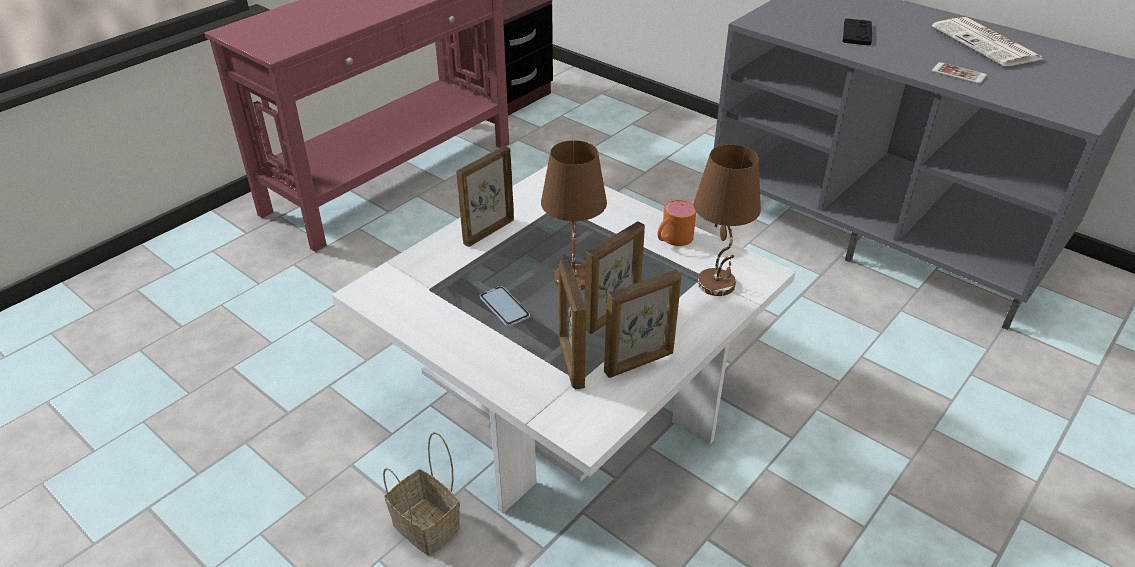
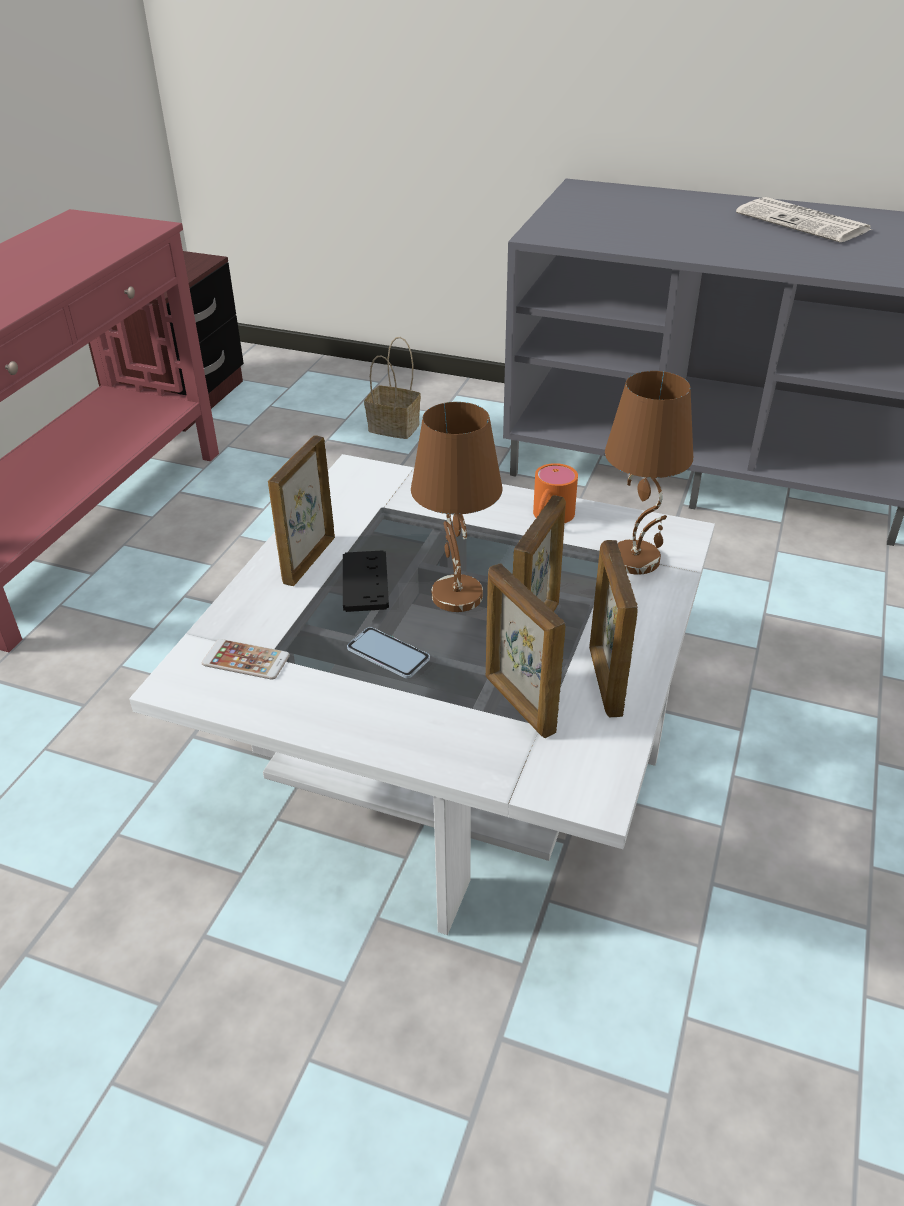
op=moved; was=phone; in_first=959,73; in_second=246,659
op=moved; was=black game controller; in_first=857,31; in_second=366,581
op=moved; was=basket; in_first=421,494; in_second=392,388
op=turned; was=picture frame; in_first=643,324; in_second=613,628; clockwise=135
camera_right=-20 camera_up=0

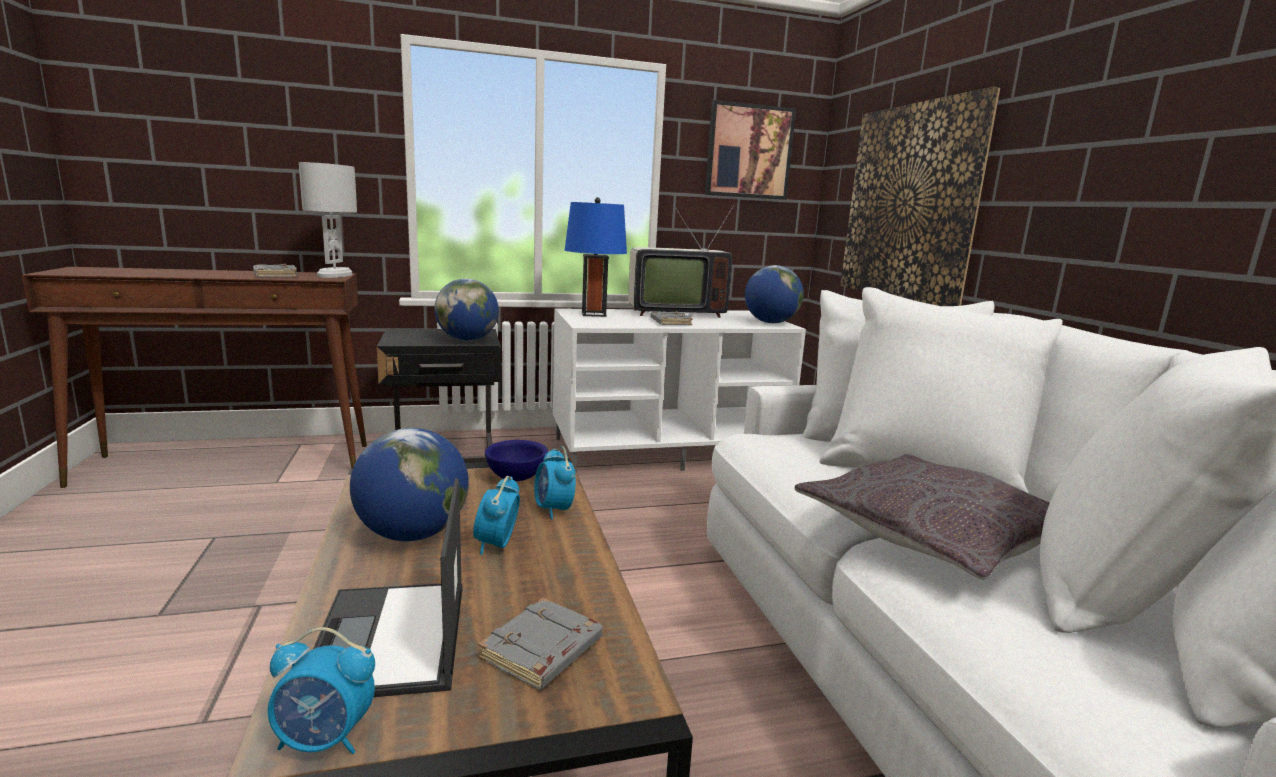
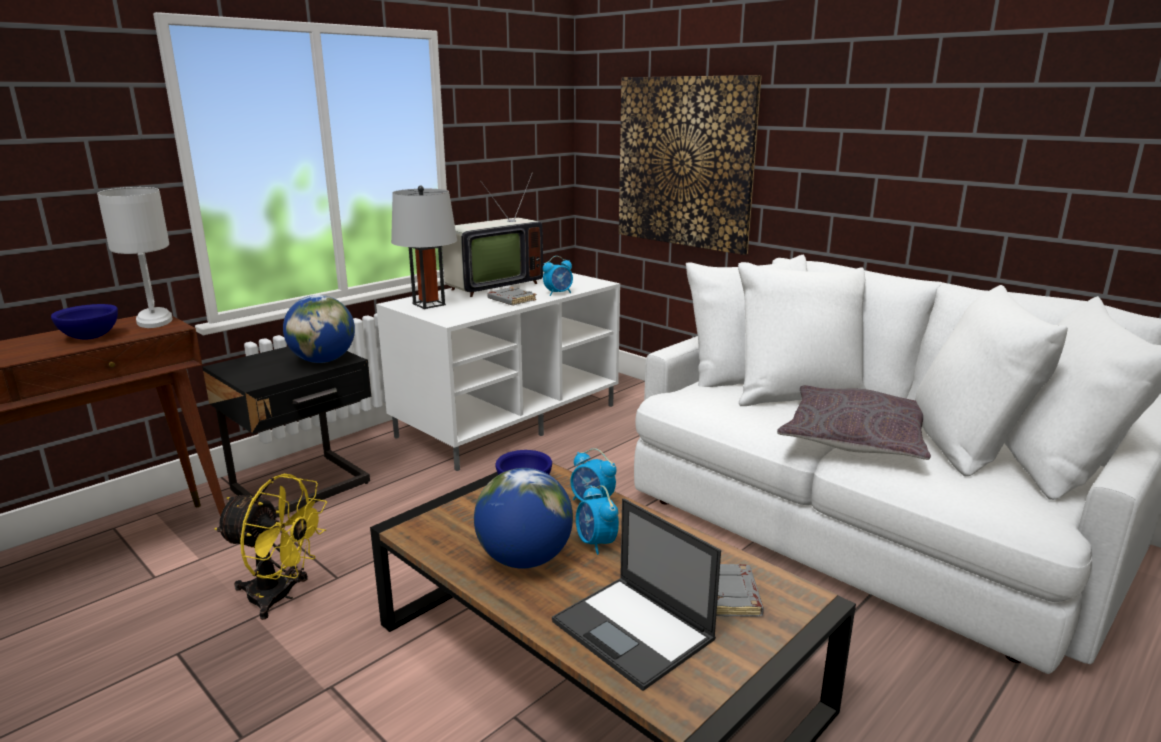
op=replaced; was=grey book; now=blue bowl; in_first=275,270; in_second=84,322
op=added; now=yellow fan; in_second=270,547
op=recoloured; was=blue table lamp; now=grey table lamp; in_first=596,257; in_second=424,247
op=moved; was=alarm clock; in_first=321,690; in_second=558,276
op=removed; was=picture; in_first=750,150
op=removed; was=globe; in_first=774,294
camera_right=-30 camera_up=5

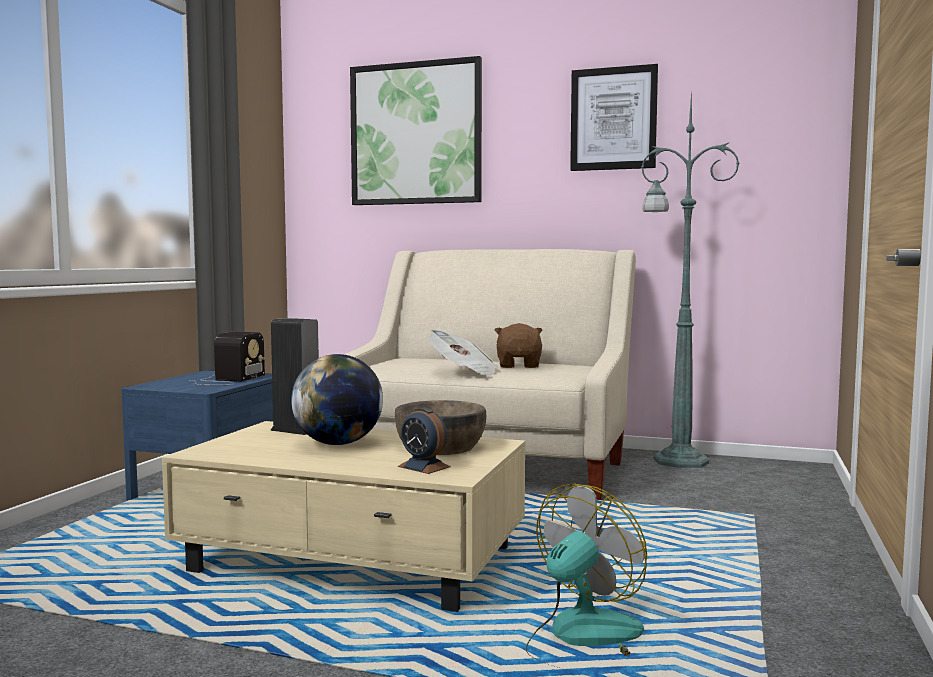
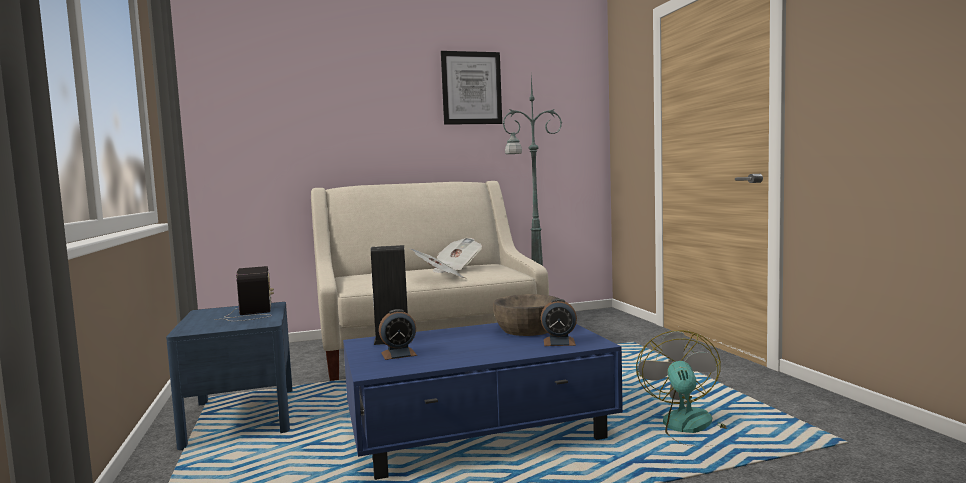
op=recoloured; was=beige coffee table; now=blue coffee table; in_first=343,516; in_second=483,401
op=added; now=alarm clock; in_second=398,334
op=replaced; was=brown plush toy; now=newspaper; in_first=518,345; in_second=457,255
op=removed; was=globe; in_first=337,399
op=removed; was=picture; in_first=416,130
camera_right=-35 camera_up=0

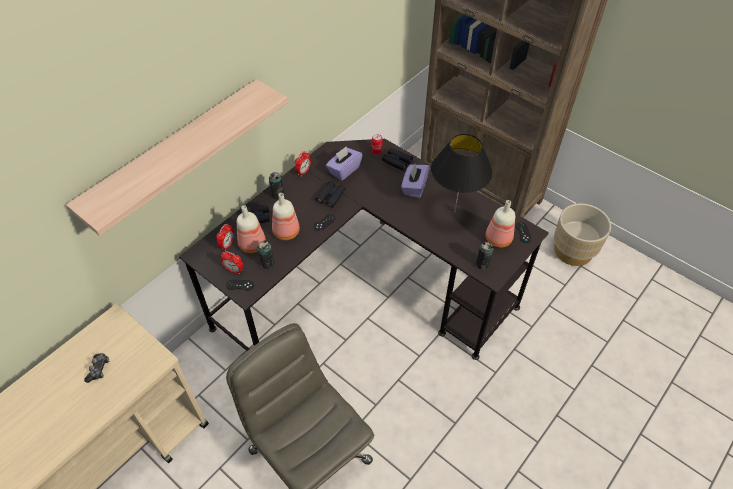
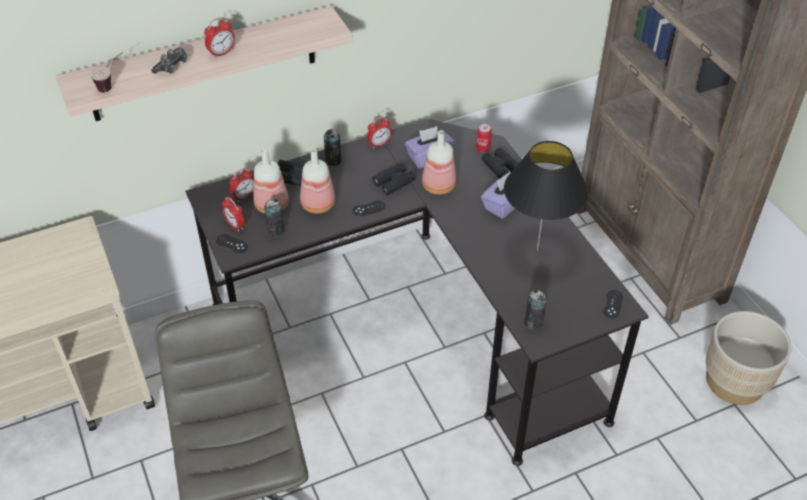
op=added; now=cup; in_second=106,72
op=moved; was=game controller; in_first=96,368; in_second=169,61
op=added; now=alarm clock; in_second=219,38
op=moved; was=bottle; in_first=500,224; in_second=439,162
camera_right=25 camera_up=-5

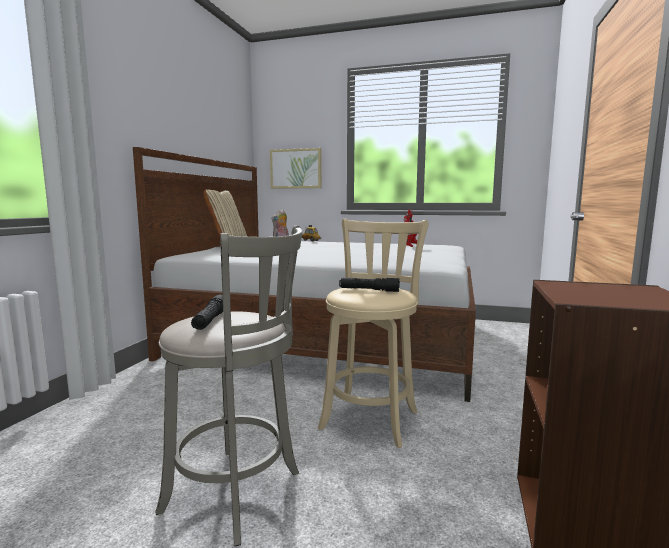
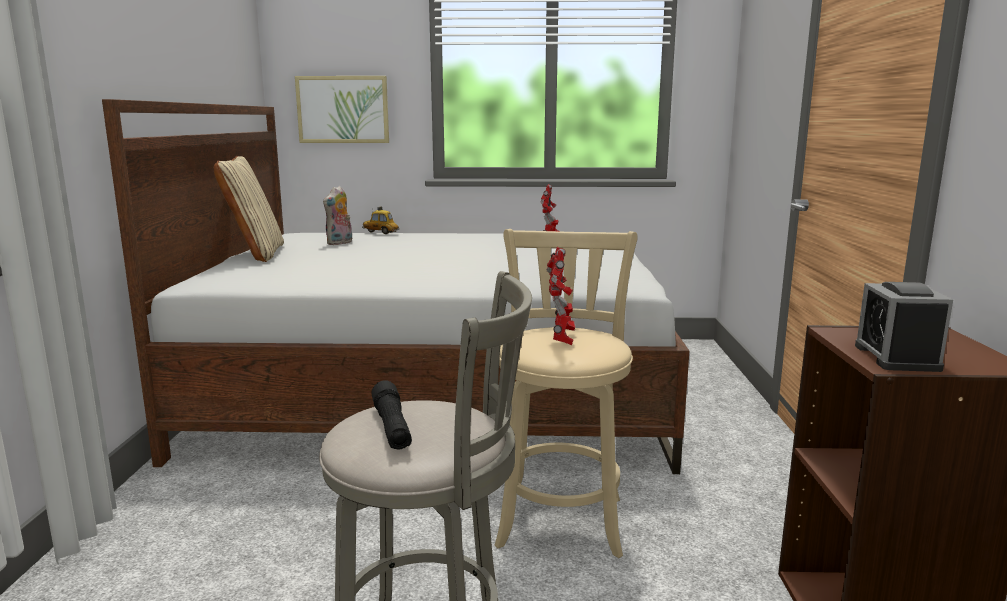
op=replaced; was=black flashlight; now=toy robot; in_first=369,285; in_second=560,296
op=added; now=alarm clock; in_second=904,327
camera_right=-15 camera_up=5

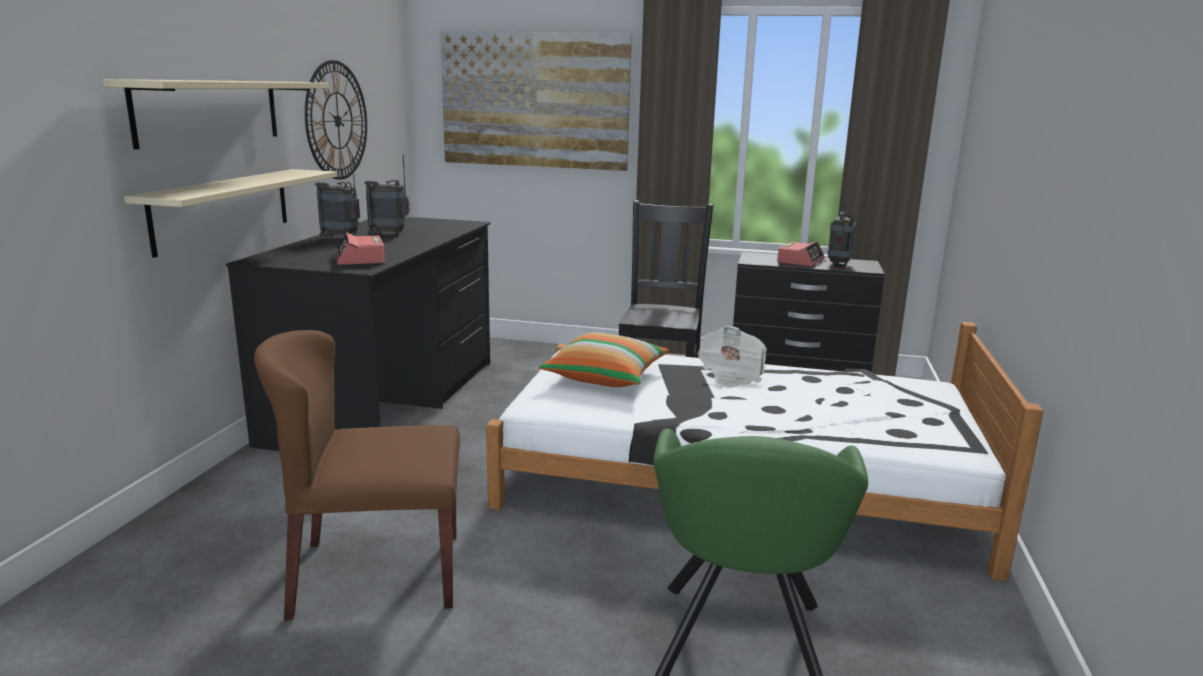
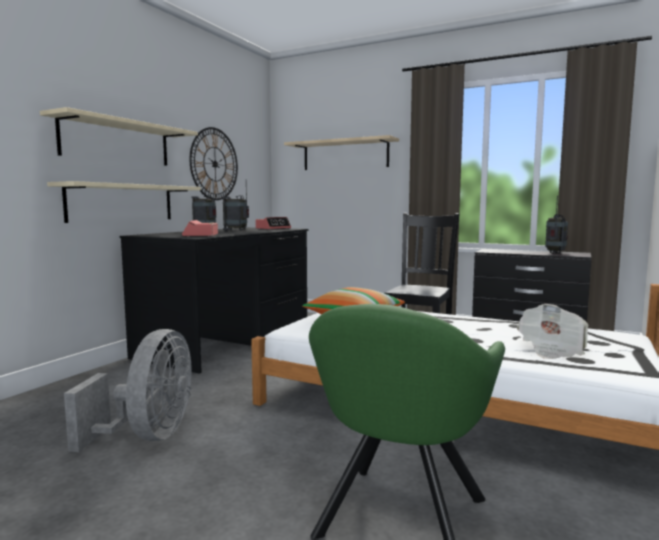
op=replaced; was=brown chair; now=grey fan; in_first=357,475; in_second=128,390
op=moved; was=alarm clock; in_first=801,253; in_second=273,223
op=replaced; was=picture; now=beige shelf; in_first=536,101; in_second=341,152
op=moved; was=newspaper; in_first=732,357; in_second=552,331
camera_right=15 camera_up=-10

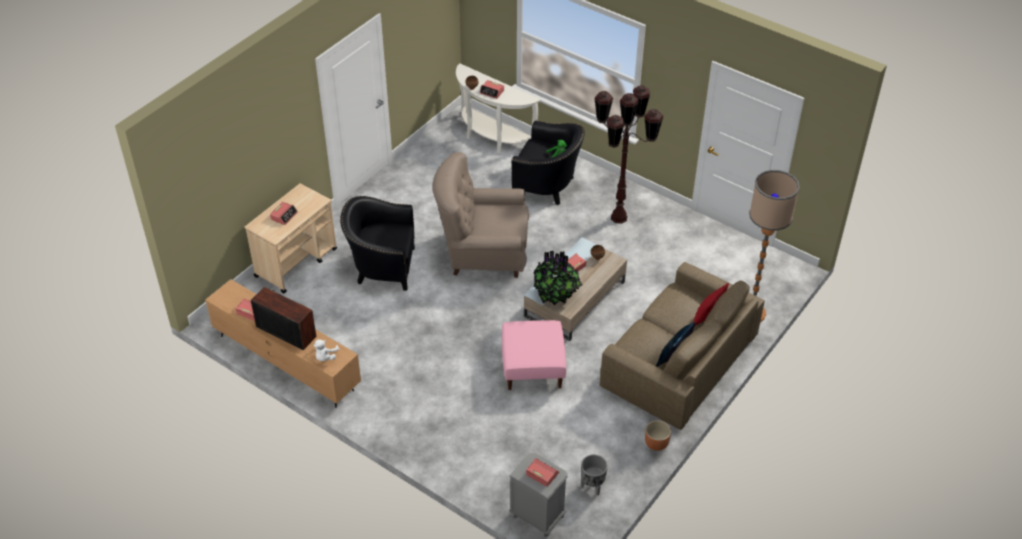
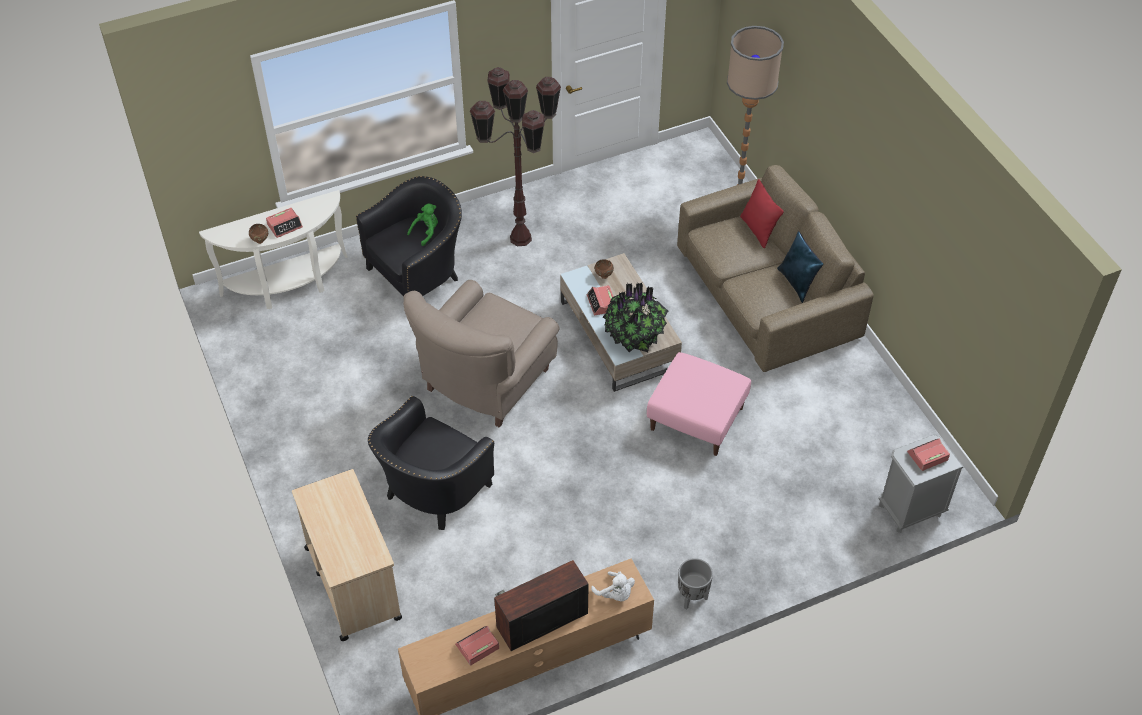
op=moved; was=grey planter; in_first=594,475; in_second=695,584
op=removed; was=alarm clock; in_first=284,213
op=removed; was=brown planter; in_first=658,435
camera_right=-60 camera_up=5

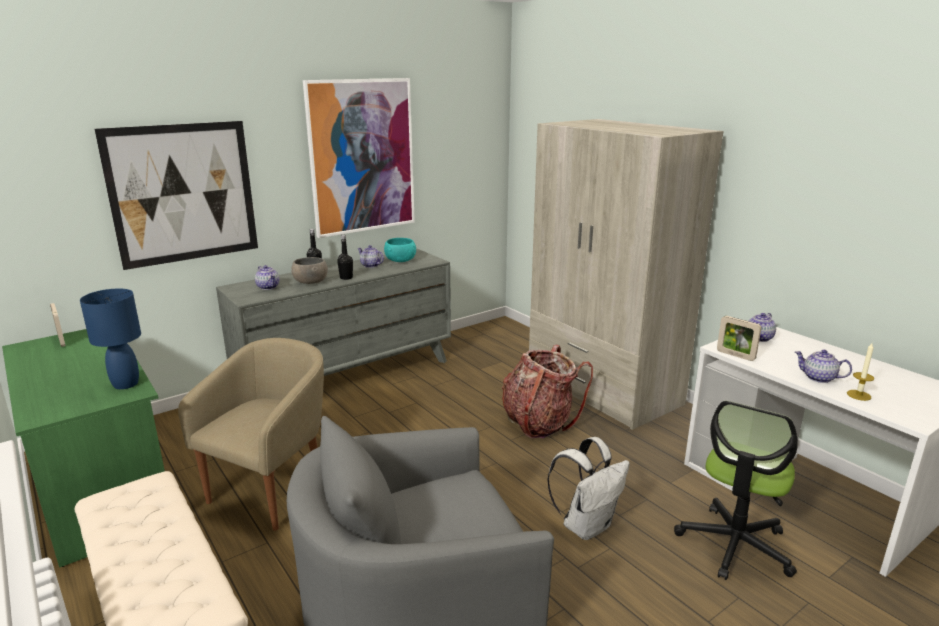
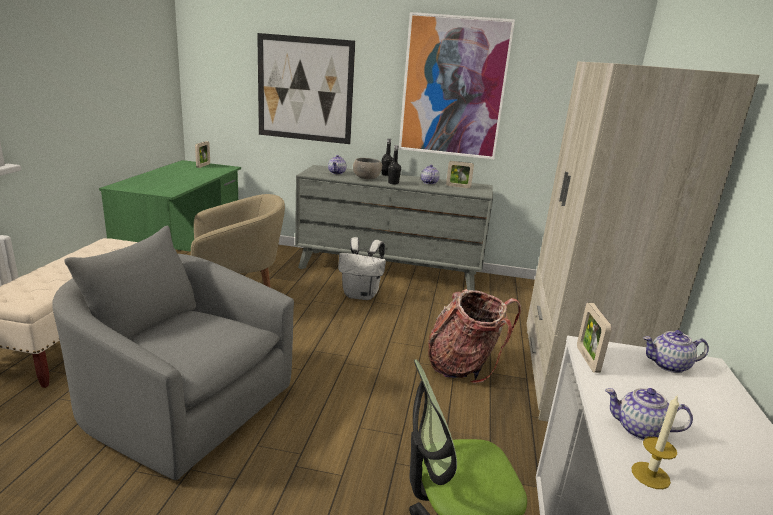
op=moved; was=white backpack; in_first=588,488; in_second=362,268
op=replaced; was=turquoise bowl; now=picture frame; in_first=400,250; in_second=460,174
op=turned; was=teapot; in_first=823,366; in_second=649,414; clockwise=-60
op=removed; was=blue table lamp; in_first=110,338
camera_right=45 camera_up=0

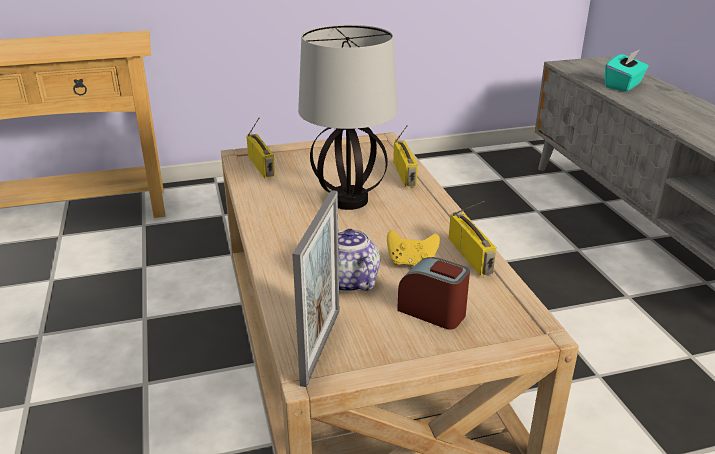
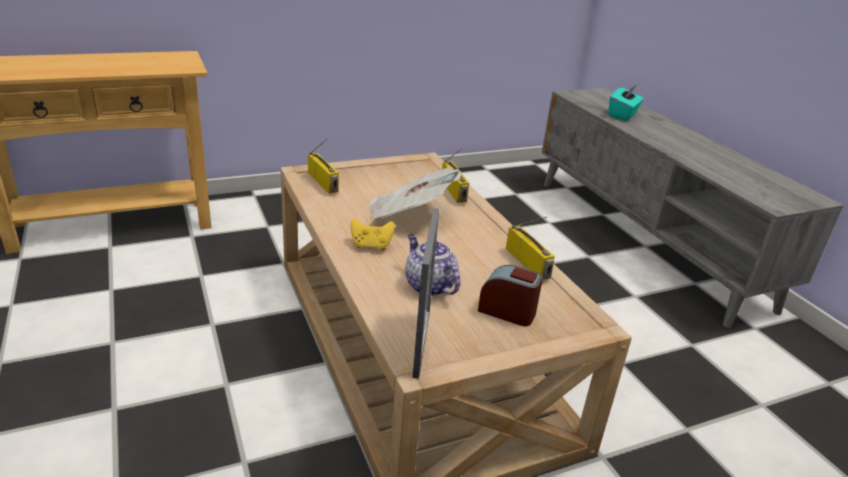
op=moved; was=yellow game controller; in_first=413,248; in_second=373,234
op=replaced; was=table lamp; now=newspaper; in_first=348,117; in_second=415,193
camera_right=-10 camera_up=0

